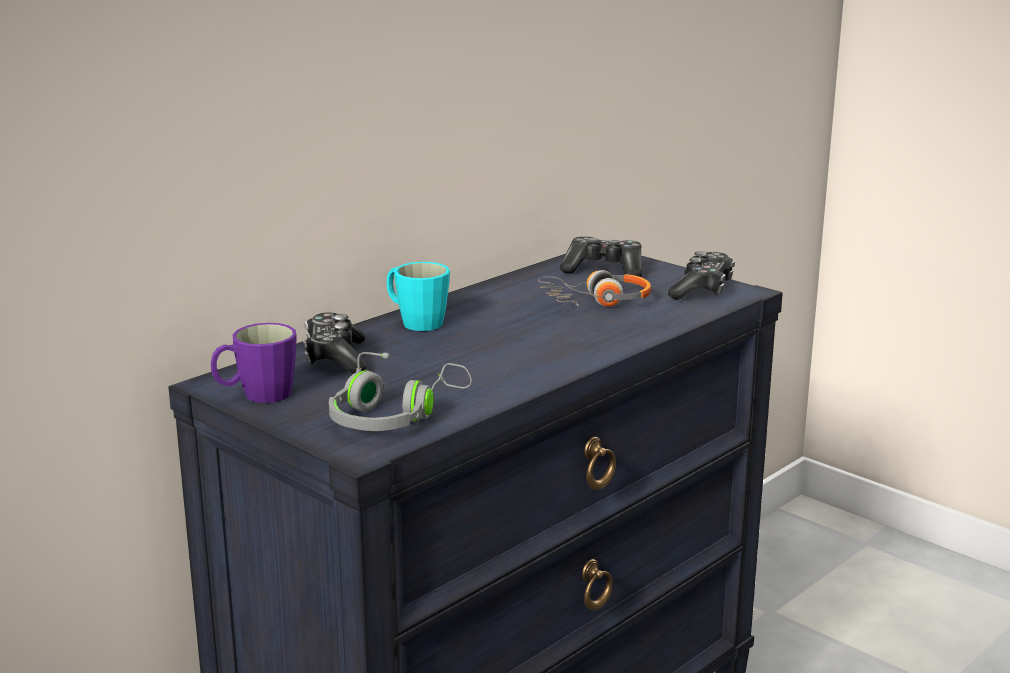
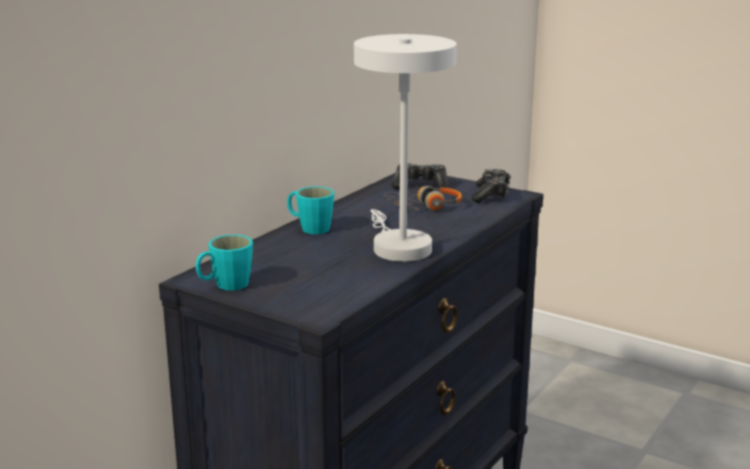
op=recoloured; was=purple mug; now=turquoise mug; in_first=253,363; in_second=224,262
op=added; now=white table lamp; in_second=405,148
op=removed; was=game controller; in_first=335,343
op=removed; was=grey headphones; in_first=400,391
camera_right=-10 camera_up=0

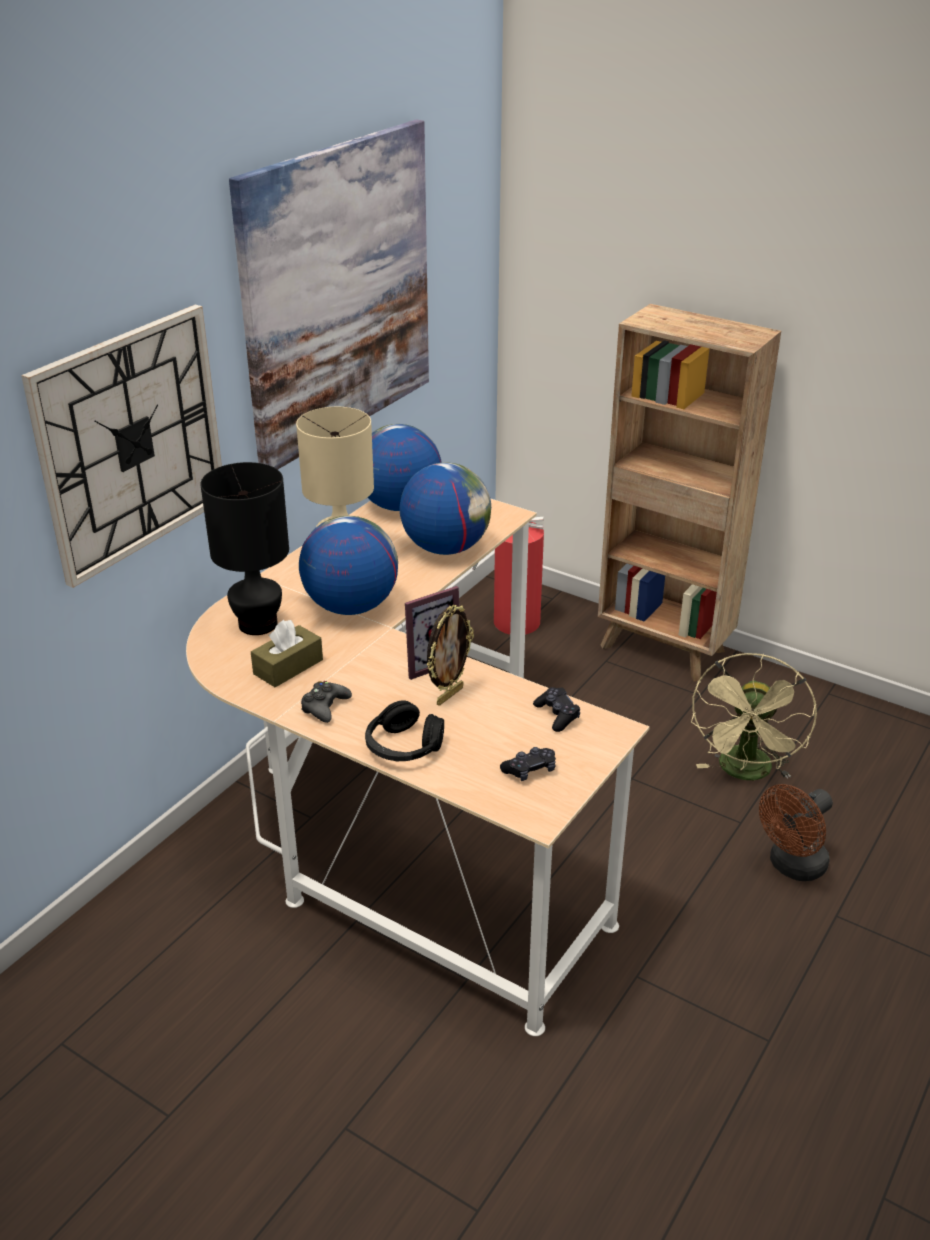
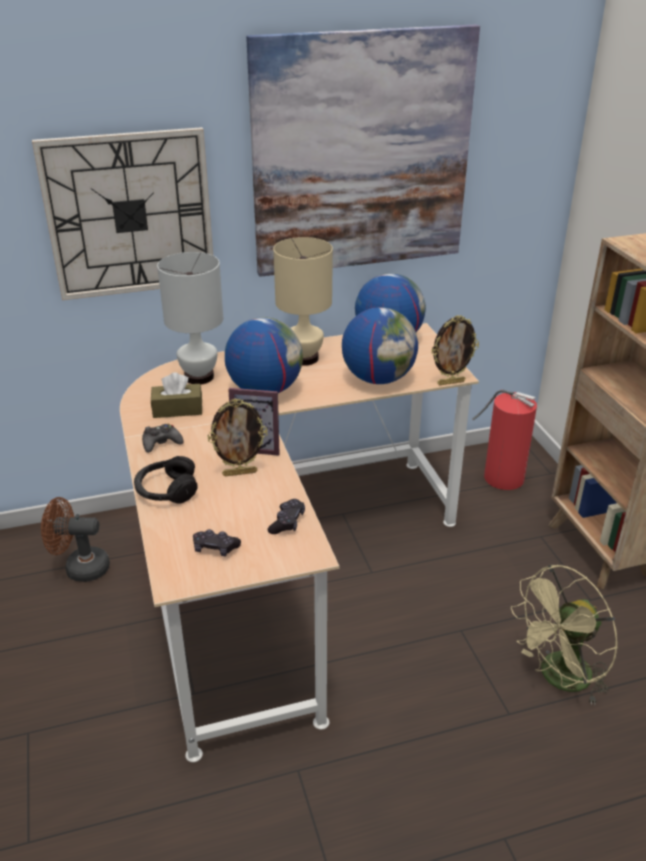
op=moved; was=brown fan; in_first=796,832; in_second=75,539
op=recoloured; was=black table lamp; now=white table lamp; in_first=244,548; in_second=190,318
op=added; now=picture frame; in_second=455,350
camera_right=40 camera_up=0

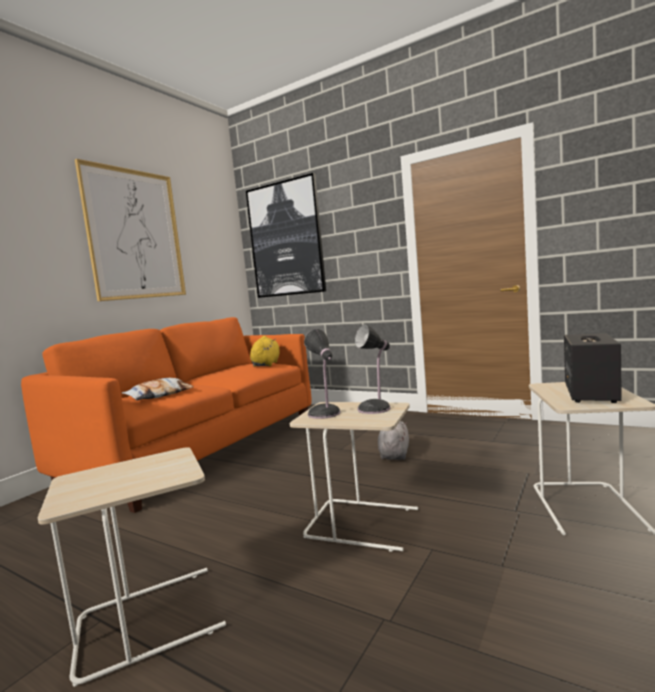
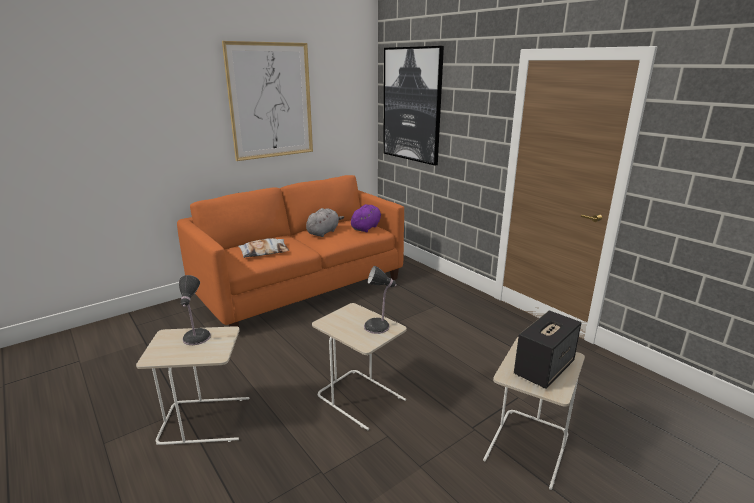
op=moved; was=table lamp; in_first=322,374; in_second=195,310
op=moved; was=grey plush toy; in_first=393,440; in_second=325,222
op=recoloured; was=yellow plush toy; now=purple plush toy; in_first=265,351; in_second=366,218
camera_right=20 camera_up=15

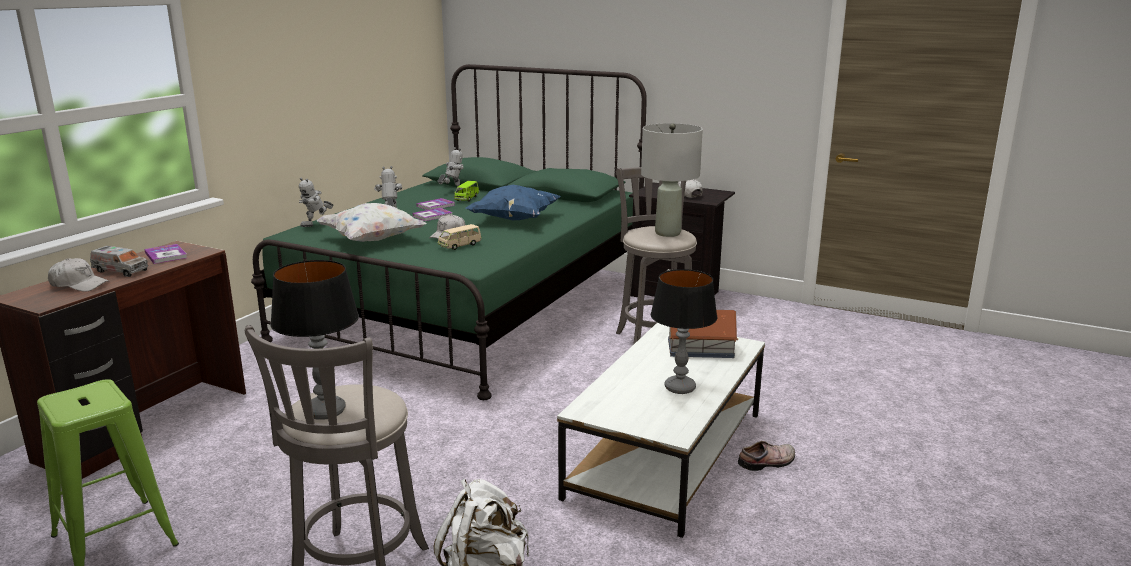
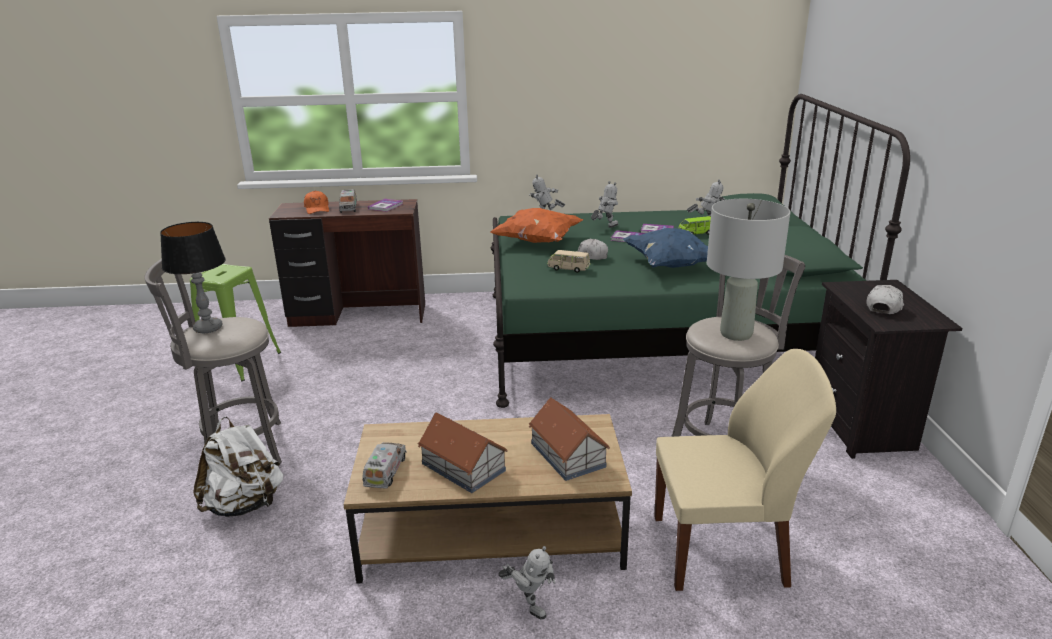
op=recoloured; was=white cap; now=orange cap; in_first=78,275; in_second=316,202
op=recoloured; was=white coffee table; now=brown coffee table; in_first=661,430; in_second=488,499
op=added; now=toy truck; in_second=384,465
op=replaced; was=table lamp; now=toy house; in_first=684,331; in_second=462,453
op=recoloured; was=white pillow; now=orange pillow; in_first=371,222; in_second=536,225
op=replaced; was=shoe; now=toy robot; in_first=766,456; in_second=527,582
op=added; now=beige chair; in_second=745,470
camera_right=60 camera_up=5

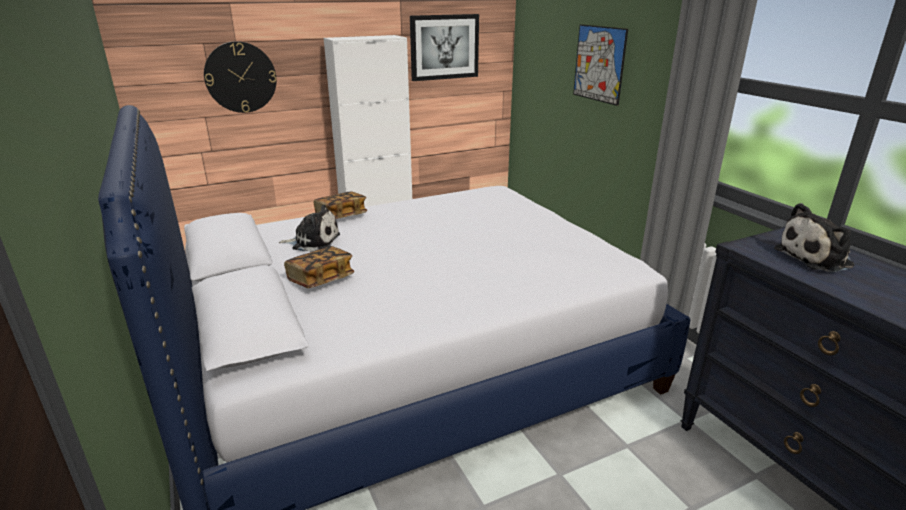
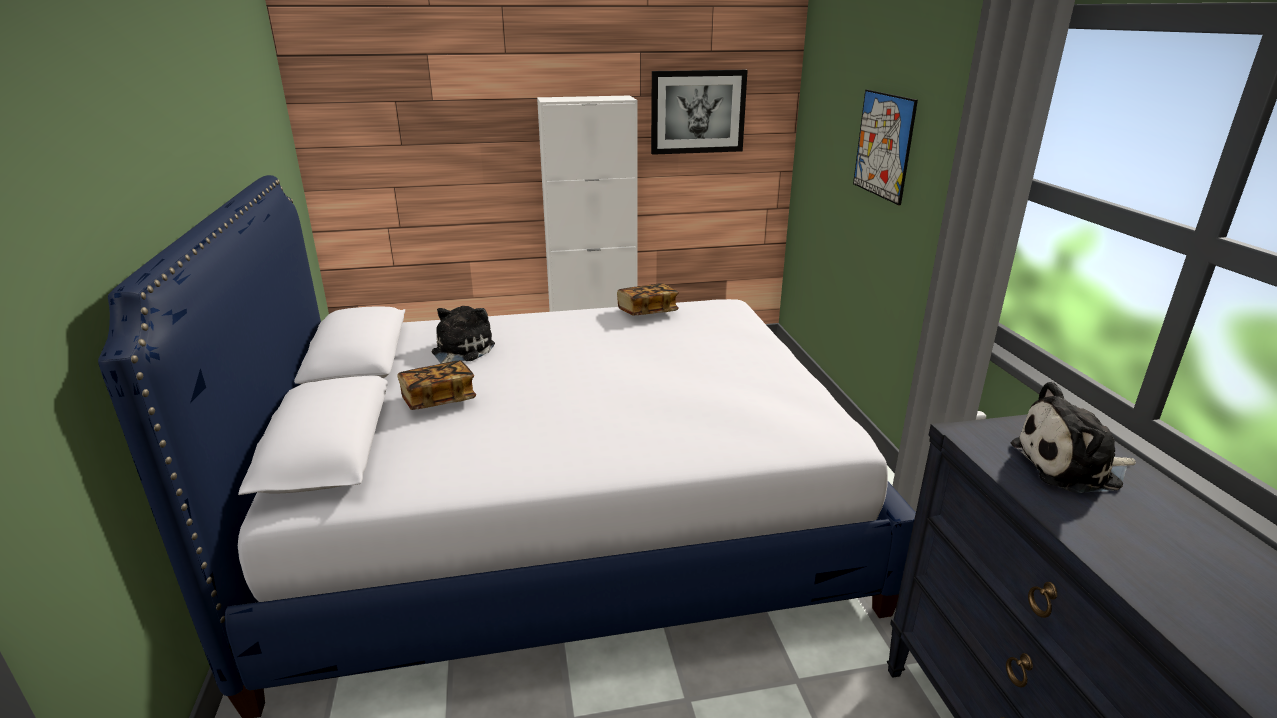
op=turned; was=plush toy; in_first=309,228; in_second=463,335; clockwise=-90
op=moved; was=book; in_first=340,205; in_second=648,299
op=removed; was=wall clock; in_first=240,77
camera_right=15 camera_up=0

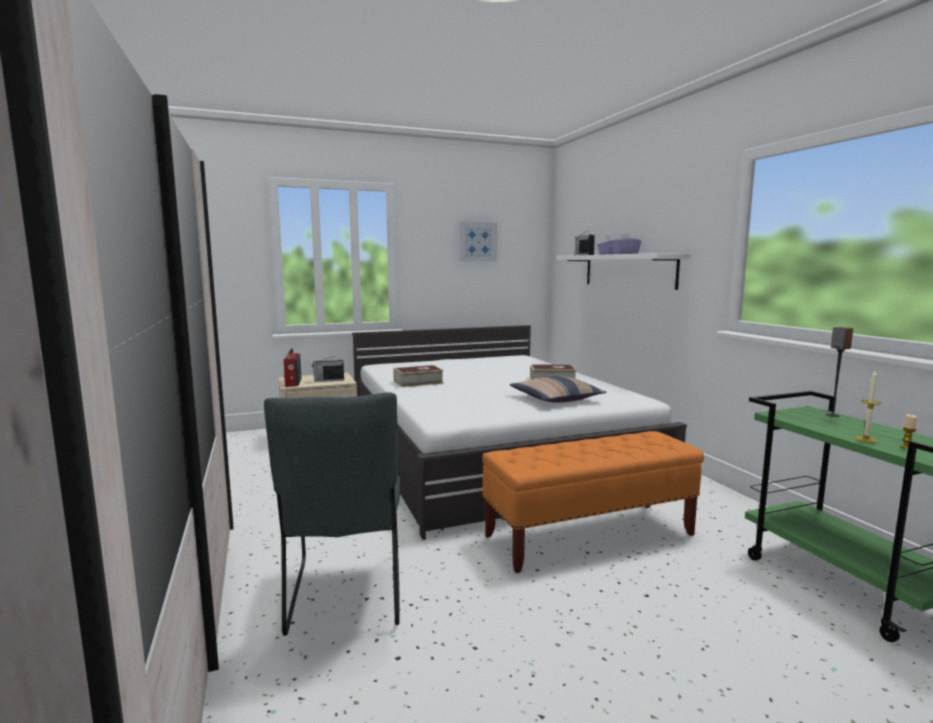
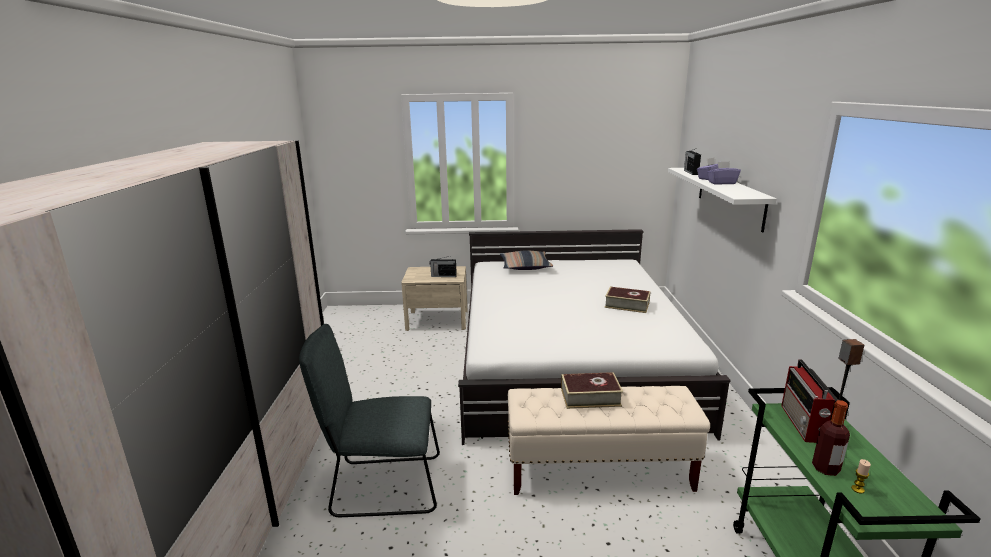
op=turned; was=grey chair; in_first=332,514; in_second=369,420; clockwise=75
op=moved; was=pillow; in_first=558,389; in_second=526,260
op=recoloured; was=orange bench; now=beige bench; in_first=593,502; in_second=608,440
op=moved; was=book; in_first=419,376; in_second=592,390
op=moved; was=radio; in_first=292,367; in_second=809,401
op=replaced; was=candle; now=bottle; in_first=868,406; in_second=831,438
op=removed; was=picture; in_first=478,241
camera_right=20 camera_up=10

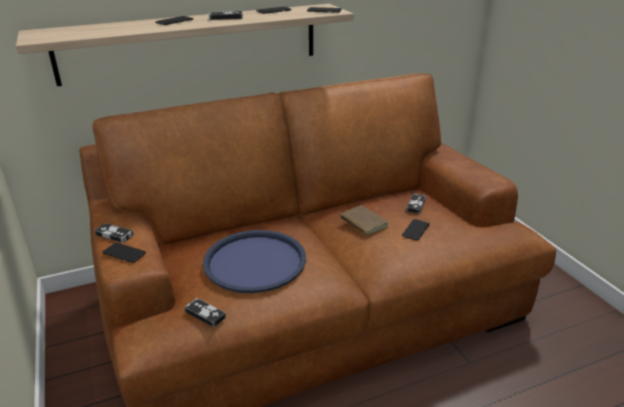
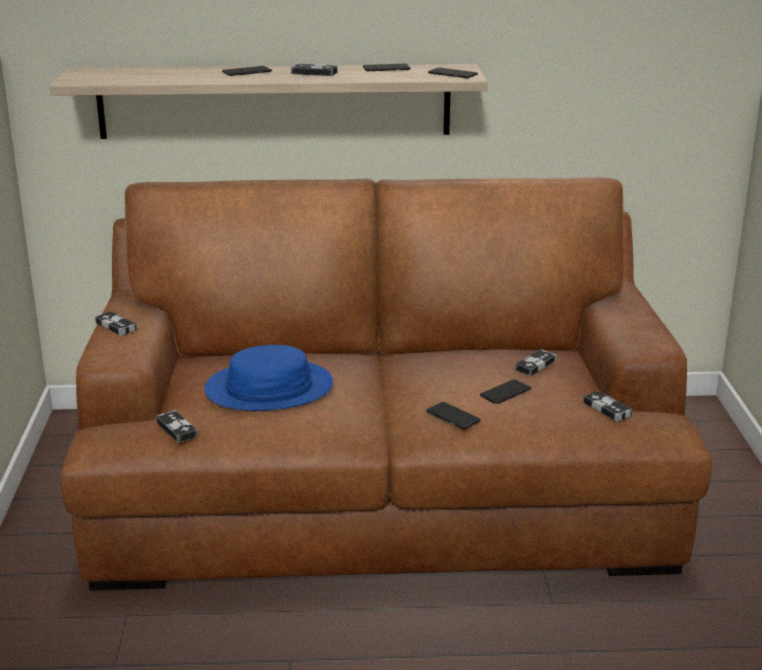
op=replaced; was=blue tray; now=blue hat; in_first=254,261; in_second=268,378
op=moved; was=phone; in_first=124,253; in_second=453,415
op=added; now=game controller; in_second=608,406
op=removed; was=brown book; in_first=364,220
camera_right=20 camera_up=-5

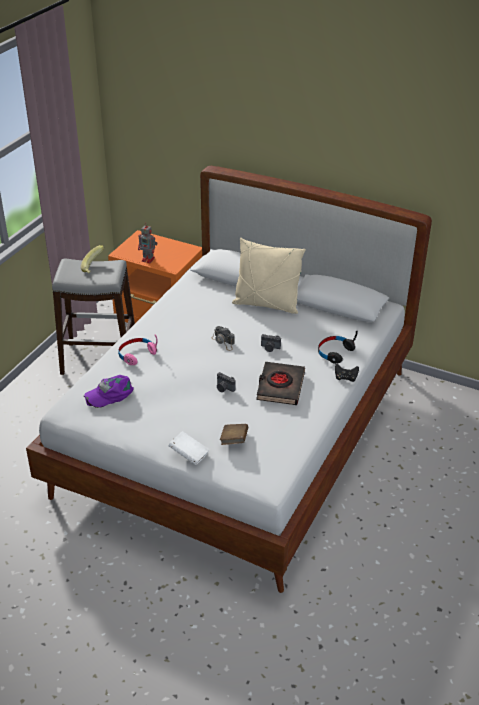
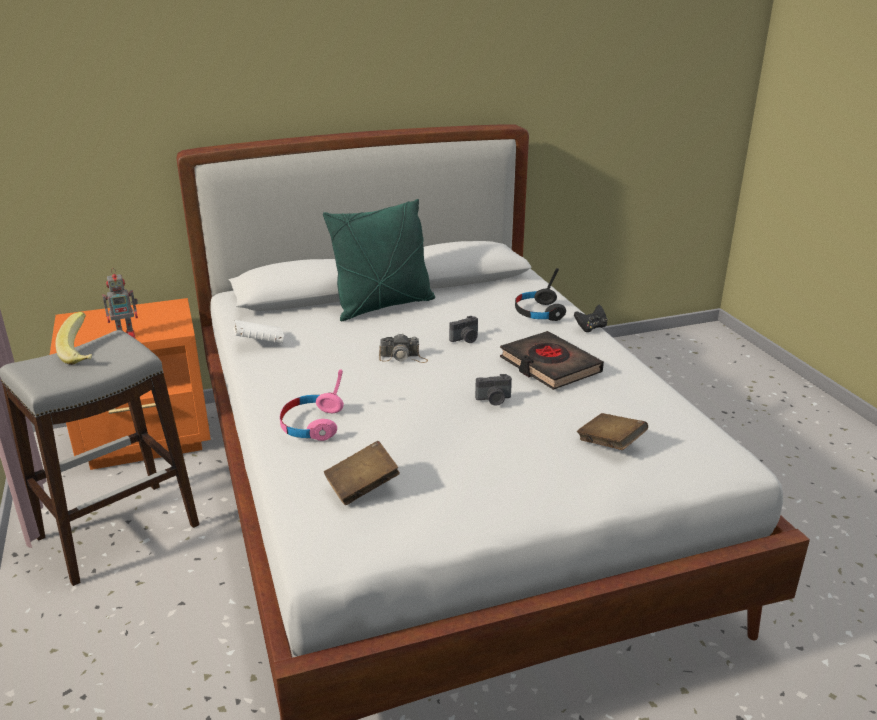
op=moved; was=white book; in_first=188,448; in_second=258,331
op=recoloured; was=beige pillow; now=green pillow; in_first=269,276; in_second=379,260
op=replaced; was=purple cap; now=brown book; in_first=109,391; in_second=362,473
camera_right=-45 camera_up=-10

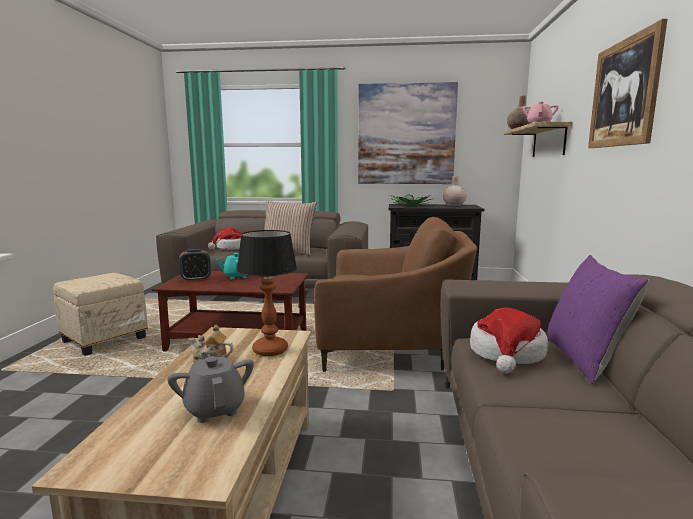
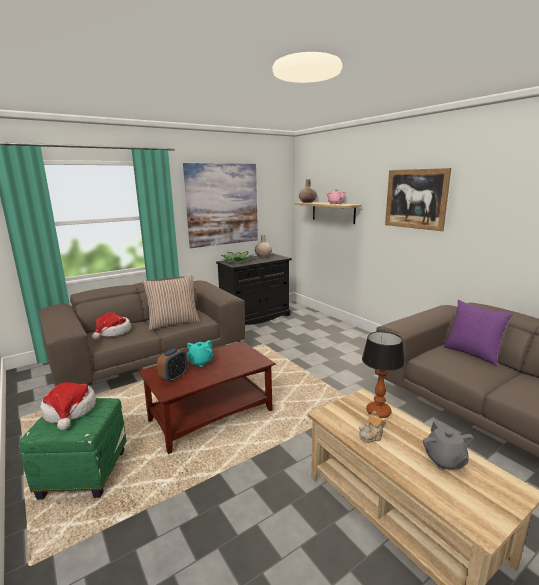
op=recoloured; was=beige ottoman; now=green ottoman; in_first=100,314; in_second=73,449
op=moved; was=hat; in_first=509,340; in_second=68,406
op=turned; was=grey teapot; in_first=210,387; in_second=448,445; clockwise=-120
op=removed; was=brown armchair; in_first=395,294
camera_right=-40 camera_up=5

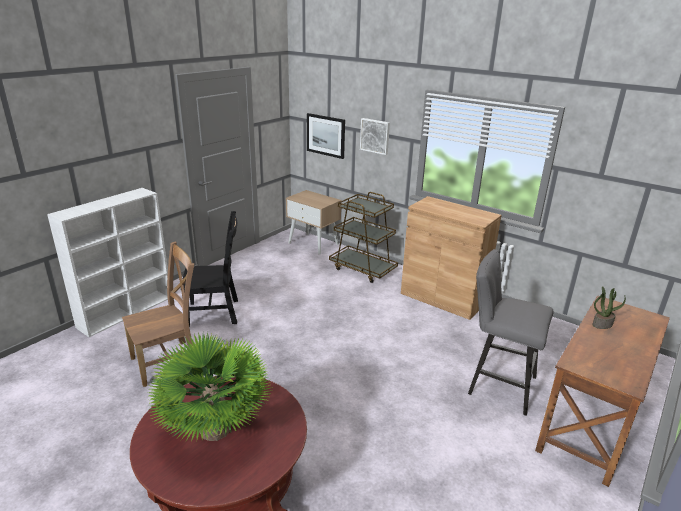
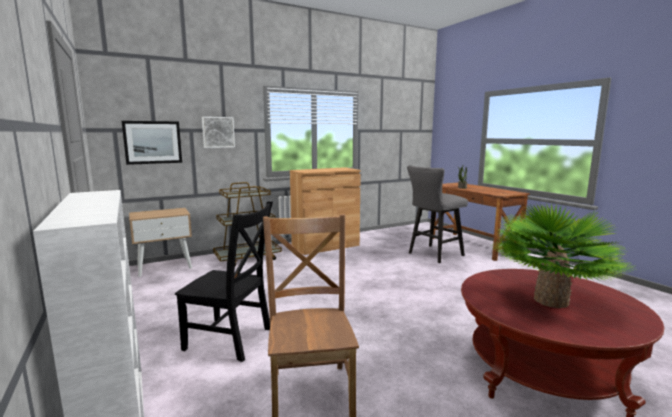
op=turned; was=black chair; in_first=210,269; in_second=224,281; clockwise=90
camera_right=-65 camera_up=-15

